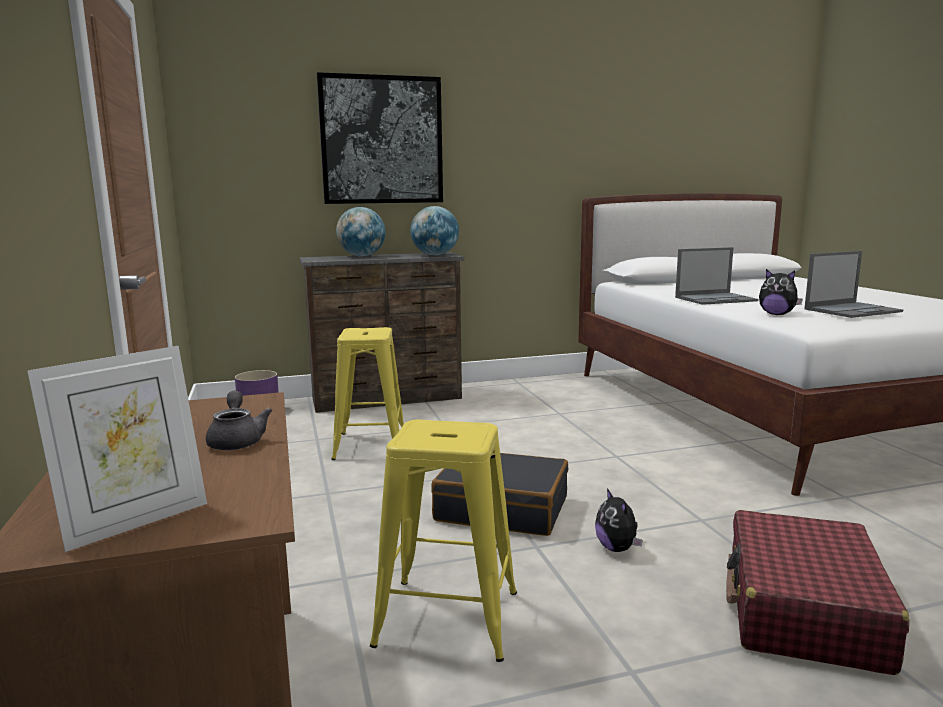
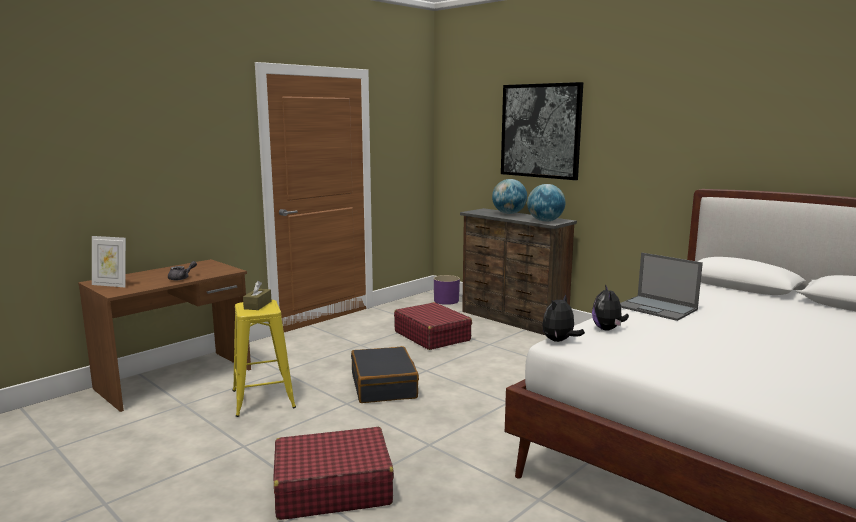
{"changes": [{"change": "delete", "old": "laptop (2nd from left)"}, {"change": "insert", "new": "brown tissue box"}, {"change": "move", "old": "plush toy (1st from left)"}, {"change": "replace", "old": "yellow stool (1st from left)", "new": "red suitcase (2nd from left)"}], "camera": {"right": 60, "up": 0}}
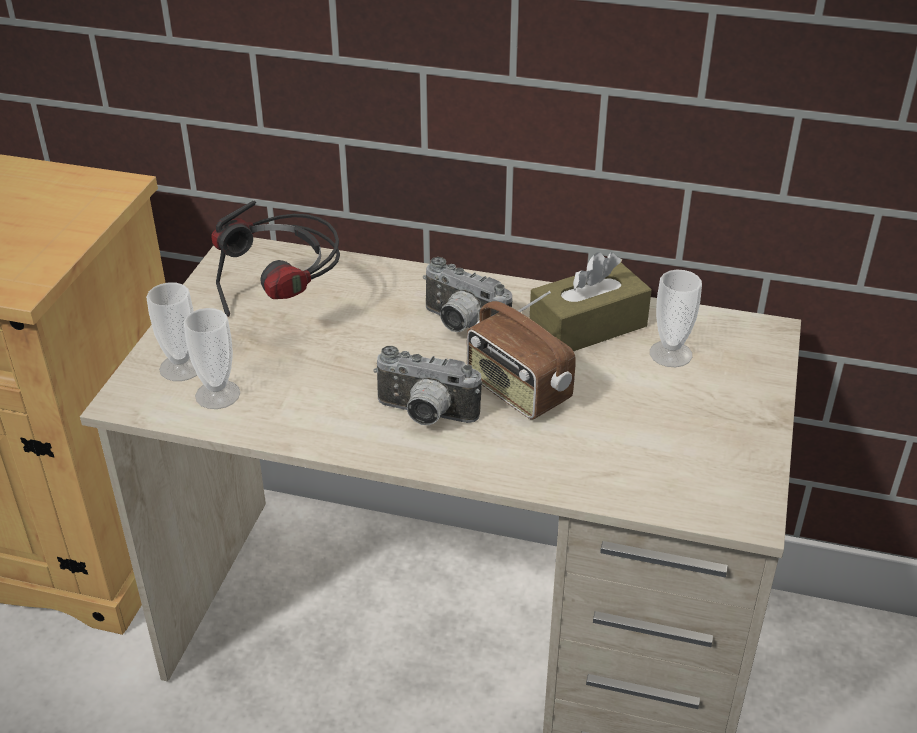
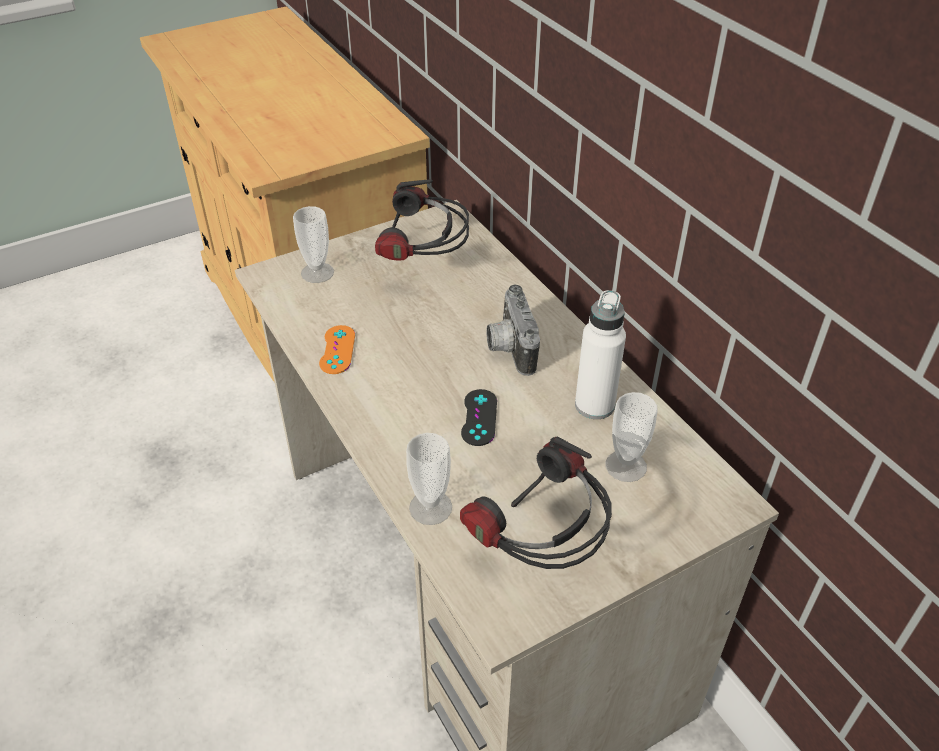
{"changes": [{"change": "delete", "old": "photo camera (1st from left)"}, {"change": "insert", "new": "orange game controller"}, {"change": "insert", "new": "headphones (2nd from left)"}, {"change": "move", "old": "cup (2nd from left)"}, {"change": "replace", "old": "radio", "new": "black game controller"}, {"change": "replace", "old": "brown tissue box", "new": "white bottle"}], "camera": {"right": 45, "up": 5}}
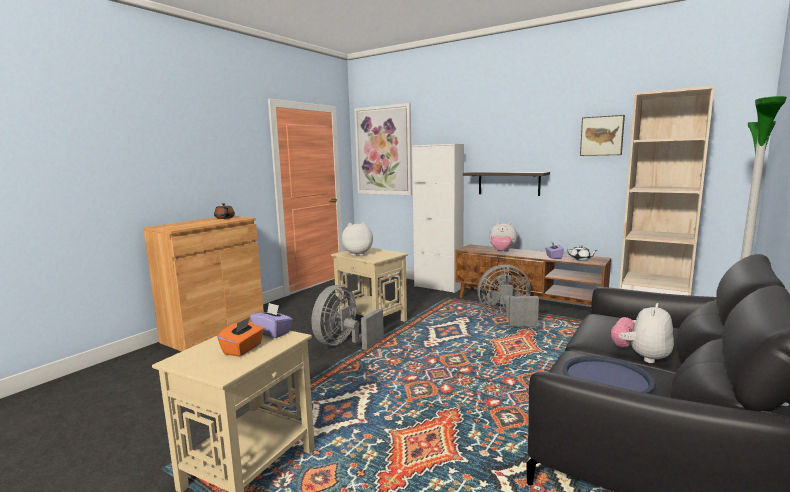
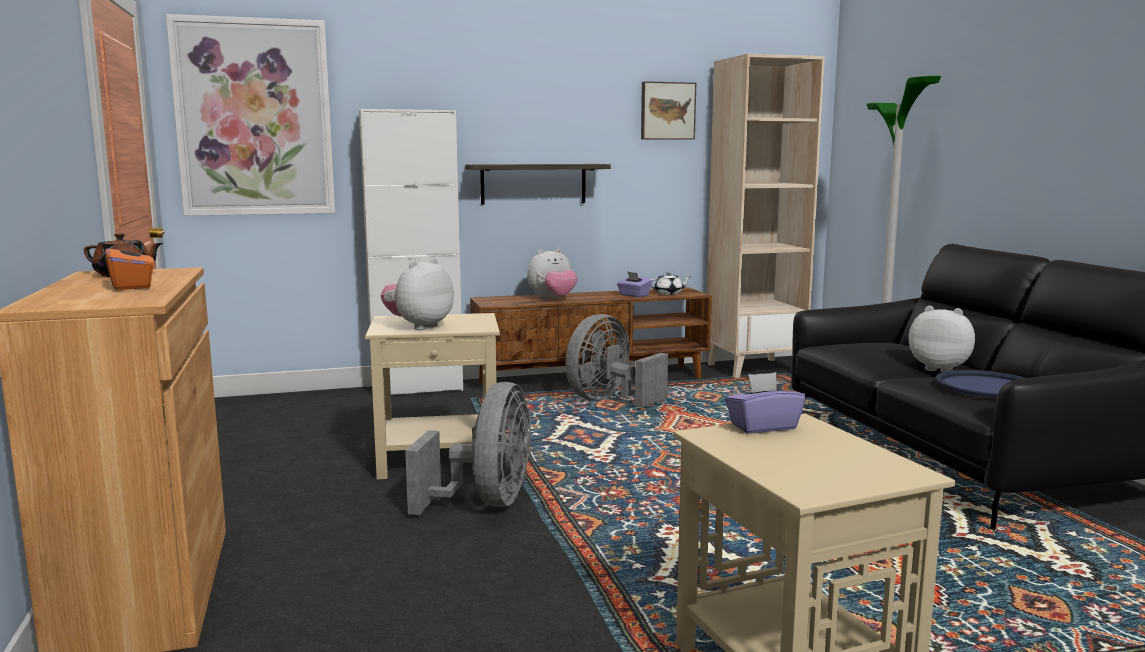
{"changes": [{"change": "move", "old": "orange tissue box"}, {"change": "rotate", "old": "grey fan (1st from left)", "degrees": -150}, {"change": "rotate", "old": "plush toy (3rd from left)", "degrees": 135}], "camera": {"right": -50, "up": 0}}
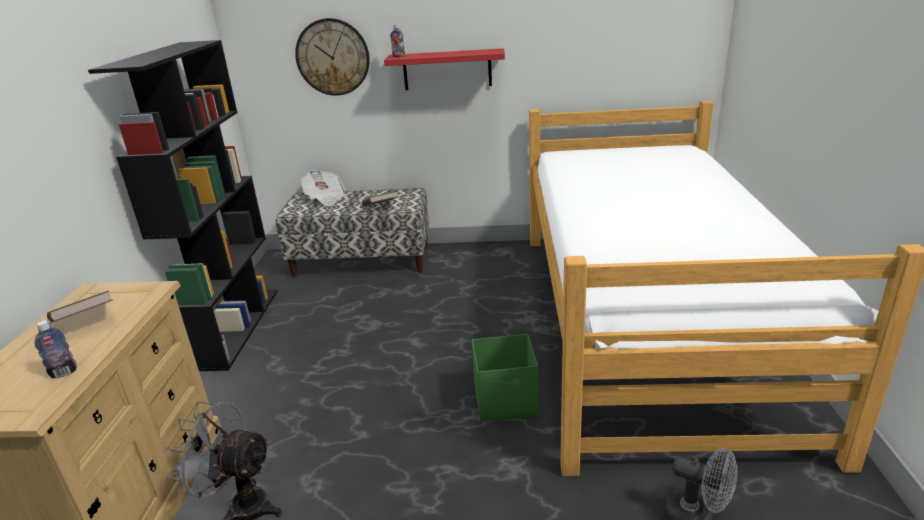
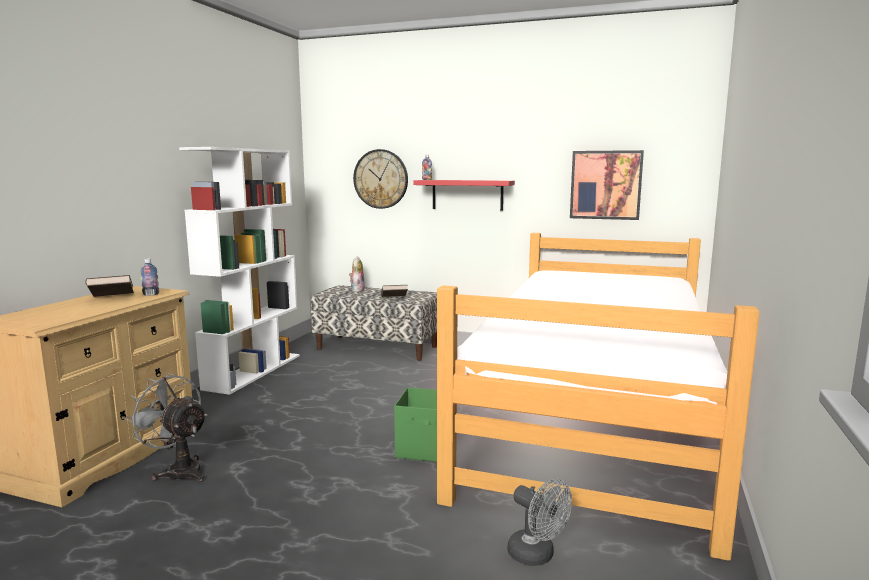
{"changes": [{"change": "insert", "new": "picture"}, {"change": "move", "old": "bottle (1st from left)"}, {"change": "replace", "old": "newspaper", "new": "plush toy"}, {"change": "recolor", "old": "black bookcase", "new": "white bookcase"}], "camera": {"right": 15, "up": -15}}
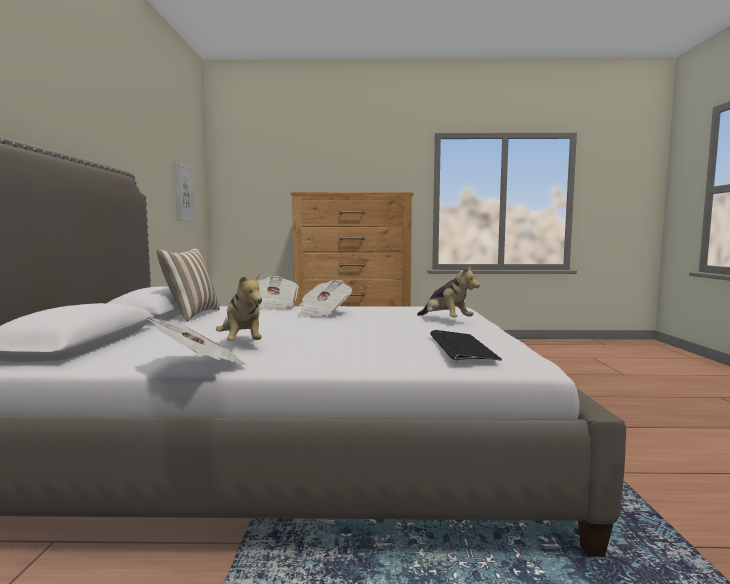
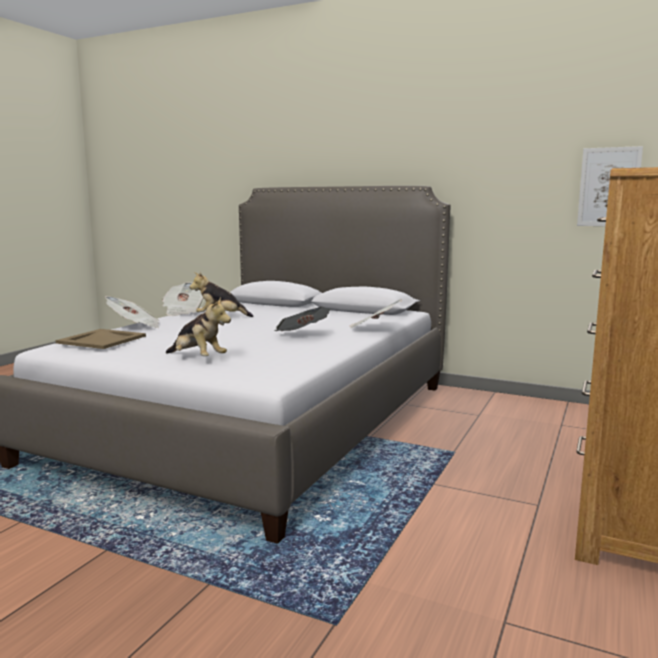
{"changes": [{"change": "delete", "old": "pillow"}, {"change": "insert", "new": "newspaper (1st from left)"}, {"change": "replace", "old": "keyboard", "new": "beige tray"}, {"change": "rotate", "old": "plush toy (2nd from left in the first image)", "degrees": -135}], "camera": {"right": 115, "up": 5}}
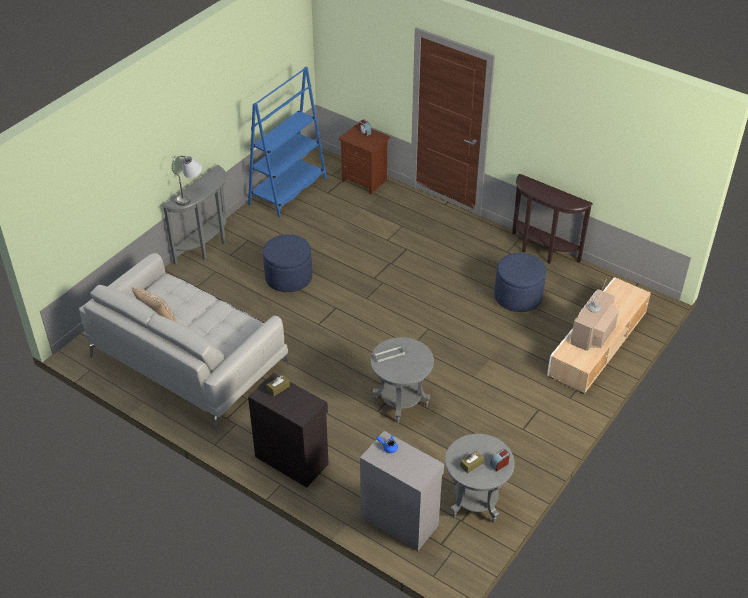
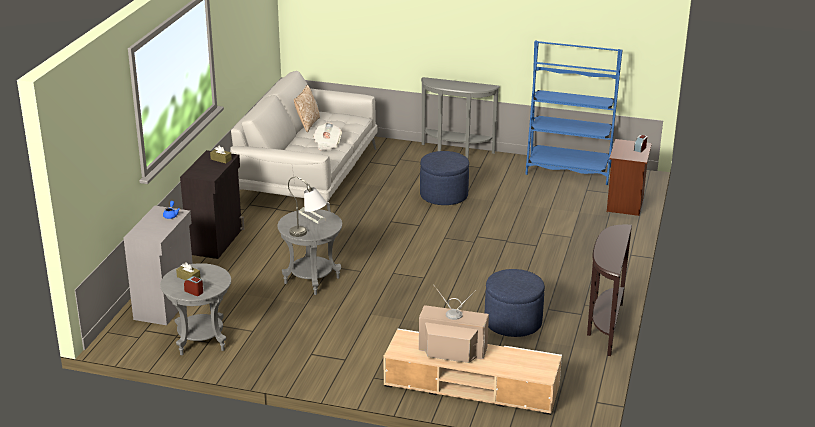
{"changes": [{"change": "insert", "new": "newspaper"}, {"change": "move", "old": "grey table lamp"}], "camera": {"right": 70, "up": -15}}
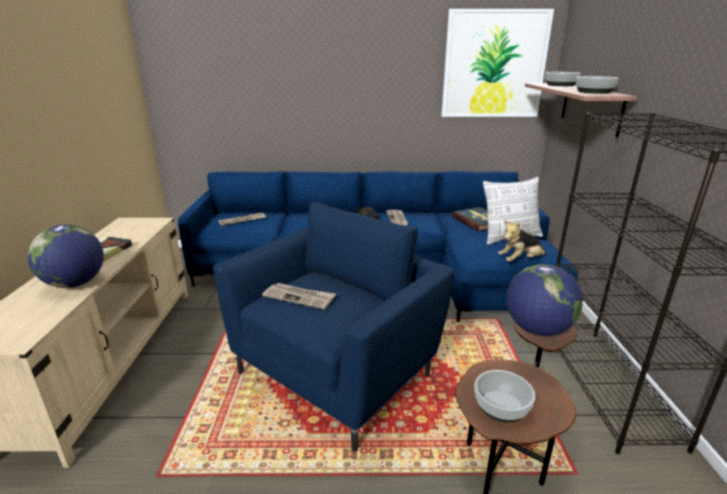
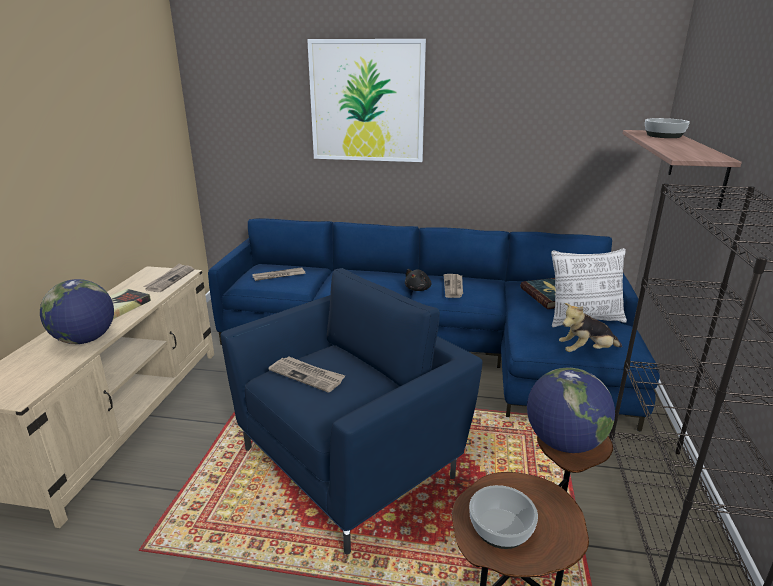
{"changes": [{"change": "delete", "old": "bowl (3rd from left)"}, {"change": "insert", "new": "newspaper (1st from left)"}, {"change": "move", "old": "picture"}], "camera": {"right": 10, "up": 0}}
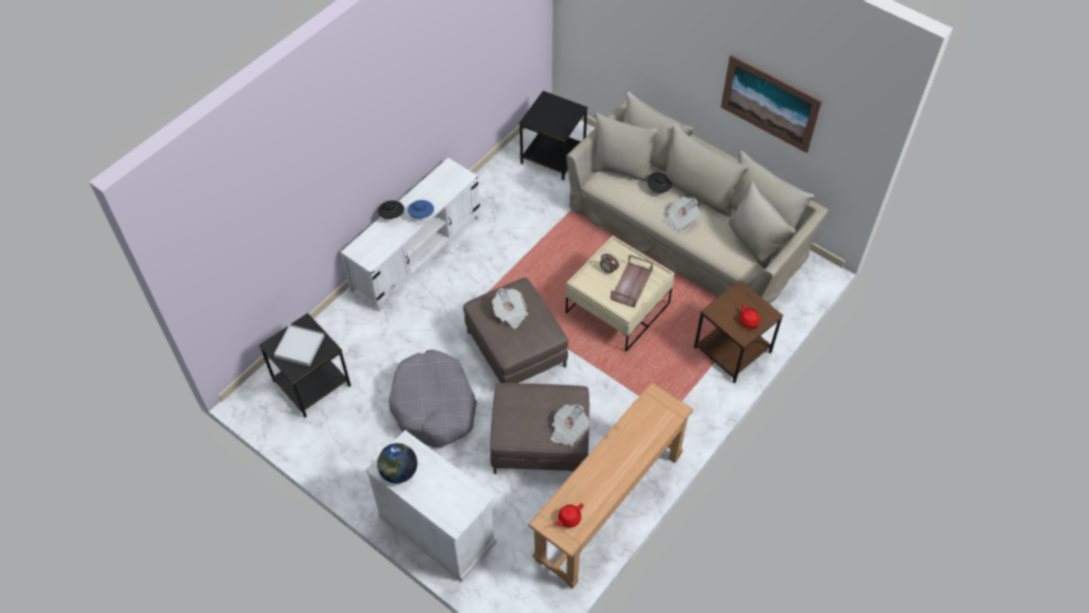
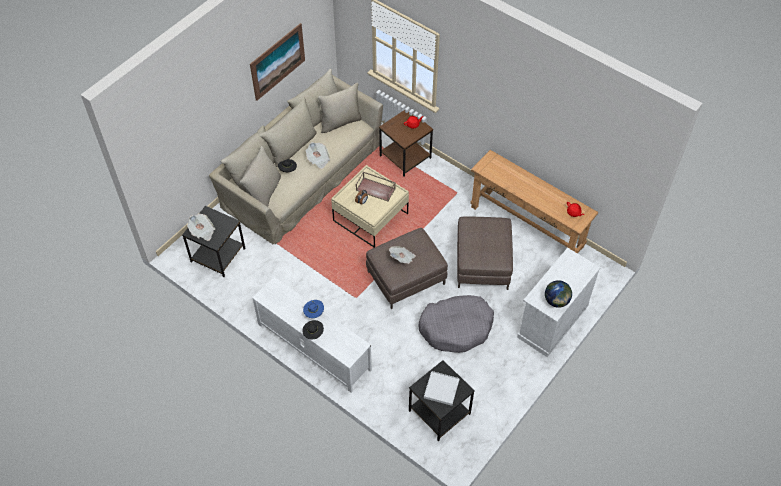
{"changes": [{"change": "move", "old": "newspaper (2nd from left in the first image)", "new": "newspaper (1st from left)"}], "camera": {"right": -90, "up": 0}}
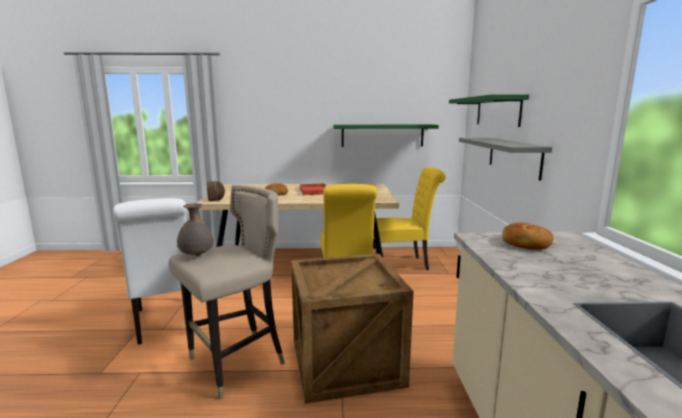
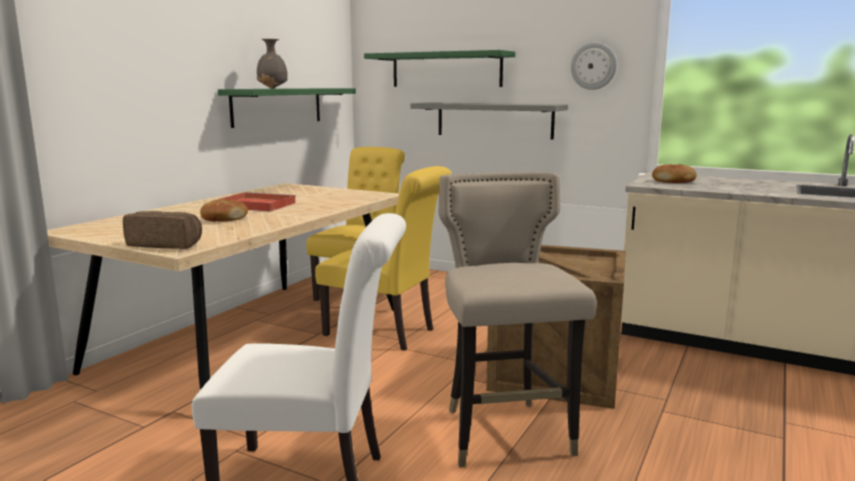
{"changes": [{"change": "insert", "new": "wall clock"}, {"change": "move", "old": "grey vase"}], "camera": {"right": -60, "up": 0}}
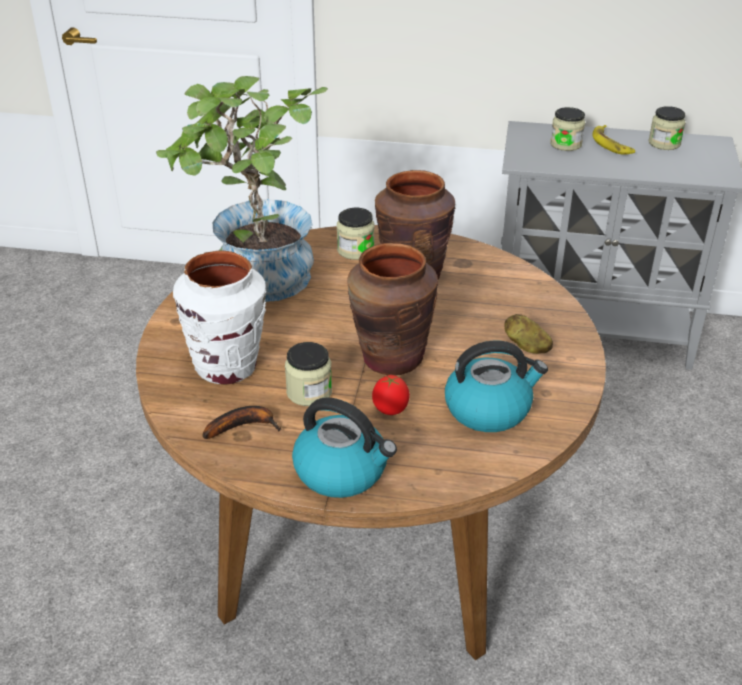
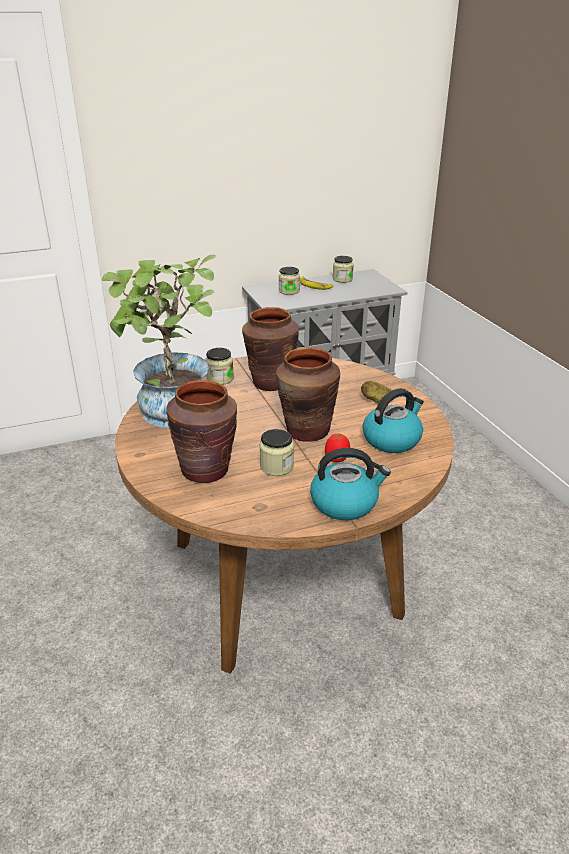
{"changes": [{"change": "delete", "old": "banana (1st from left)"}, {"change": "recolor", "old": "white vase", "new": "brown vase (1st from left)"}], "camera": {"right": -30, "up": -5}}
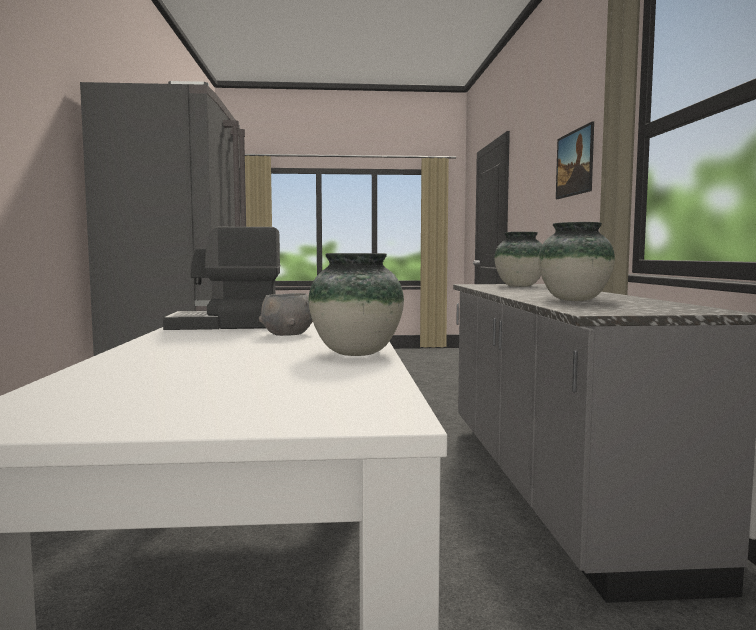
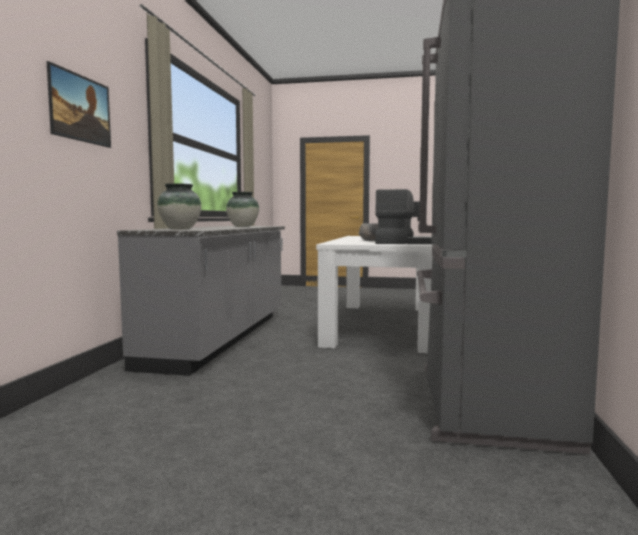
{"changes": [{"change": "delete", "old": "vase (1st from left)"}], "camera": {"right": -165, "up": 0}}
